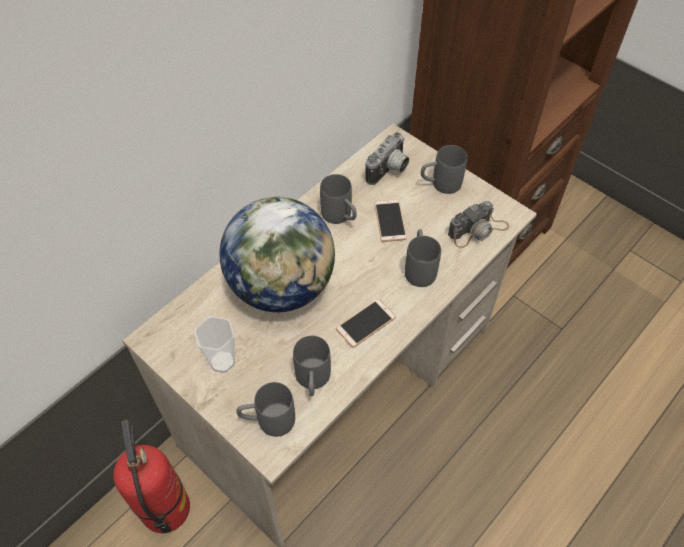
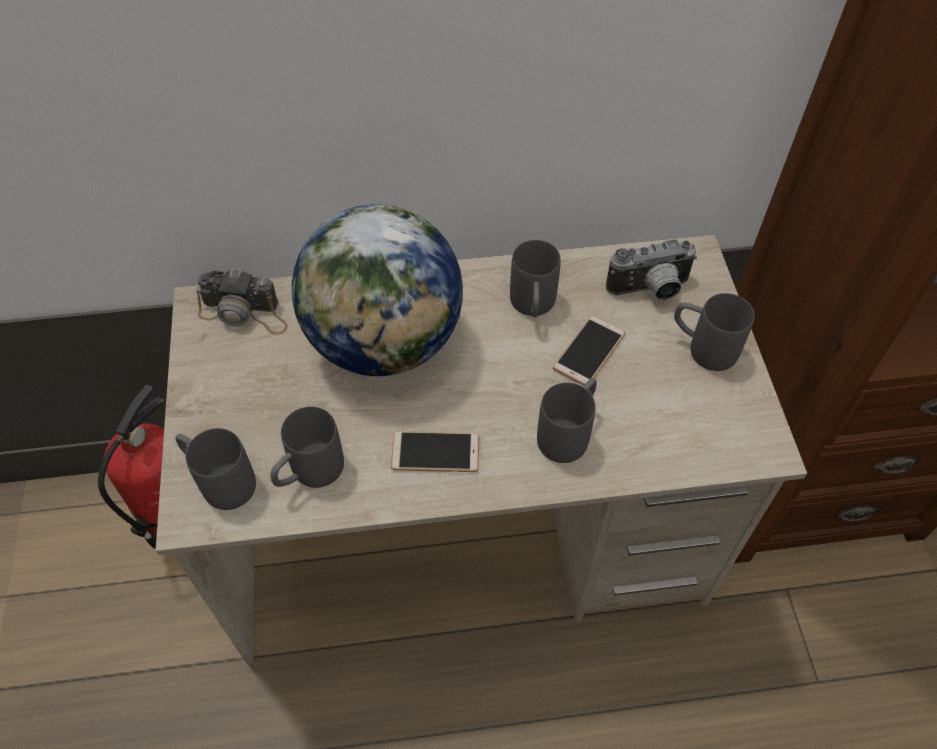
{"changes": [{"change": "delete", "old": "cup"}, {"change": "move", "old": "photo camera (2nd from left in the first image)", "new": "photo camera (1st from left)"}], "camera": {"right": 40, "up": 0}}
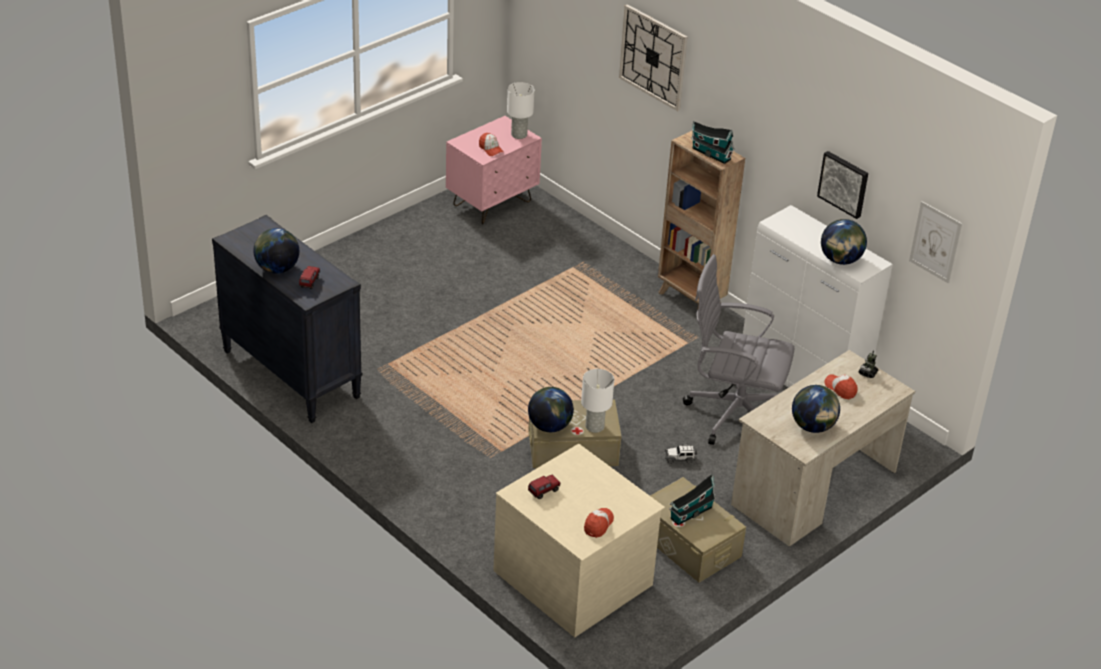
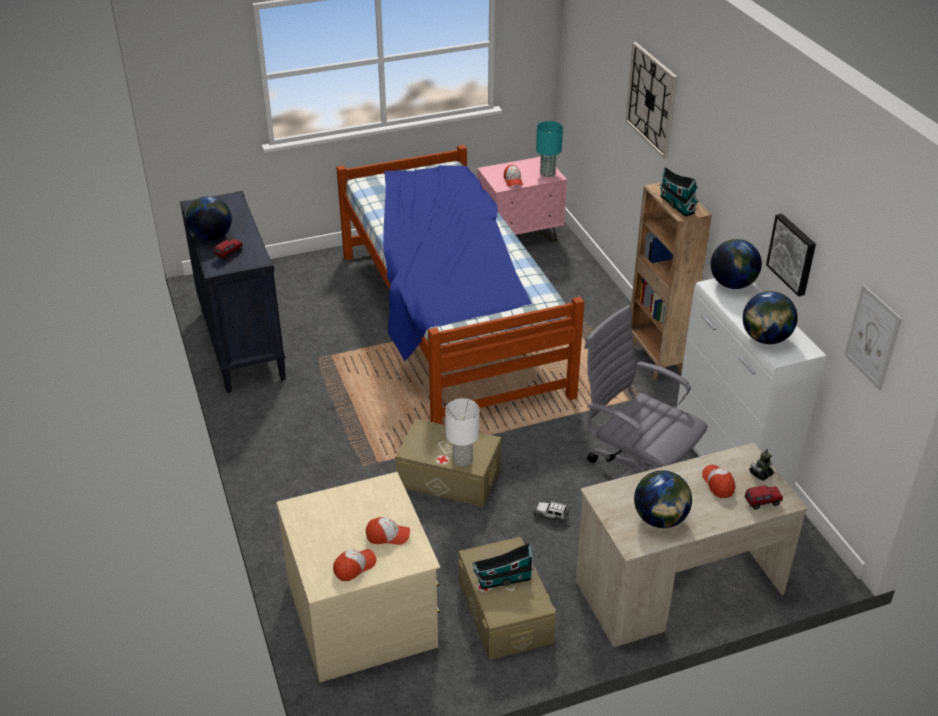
{"changes": [{"change": "insert", "new": "bed"}, {"change": "insert", "new": "cap (2nd from left)"}, {"change": "move", "old": "globe (2nd from left in the first image)", "new": "globe (3rd from left)"}, {"change": "move", "old": "toy truck (2nd from left)"}, {"change": "recolor", "old": "white table lamp (1st from left)", "new": "turquoise table lamp"}], "camera": {"right": 25, "up": 0}}
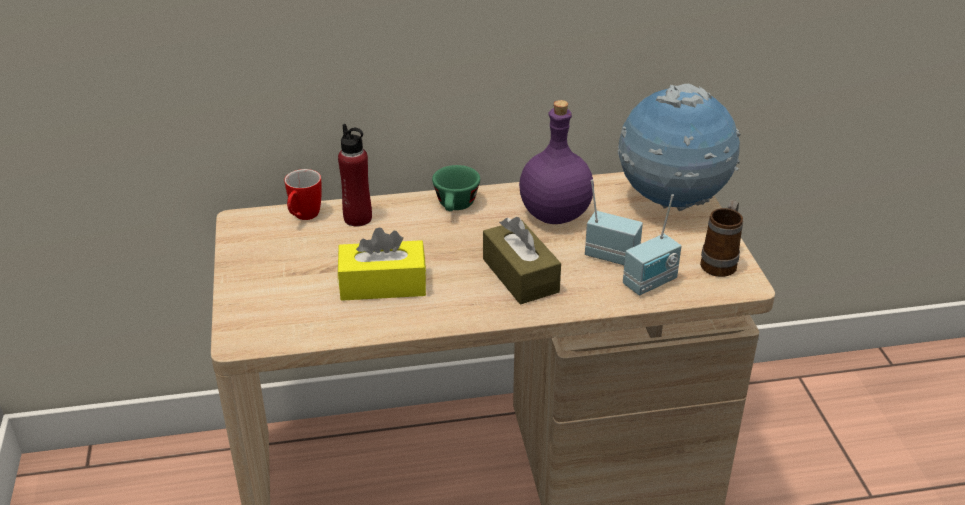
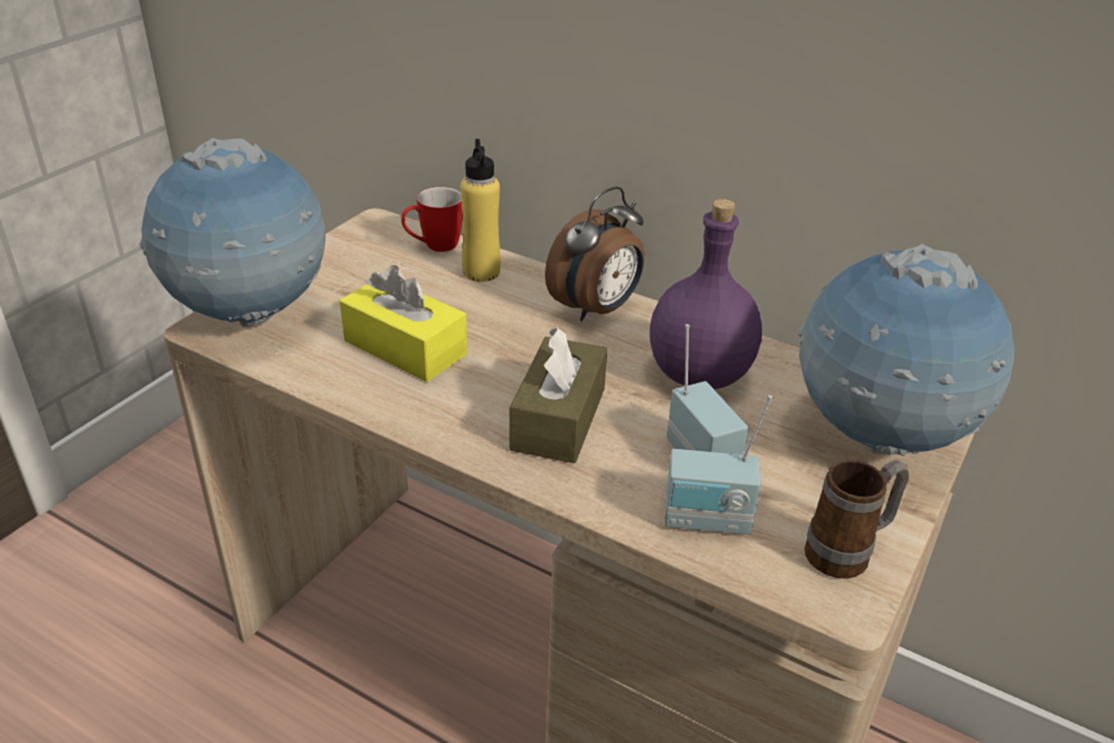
{"changes": [{"change": "insert", "new": "globe (1st from left)"}, {"change": "replace", "old": "green cup", "new": "alarm clock"}, {"change": "recolor", "old": "red bottle", "new": "yellow bottle"}], "camera": {"right": 40, "up": 0}}
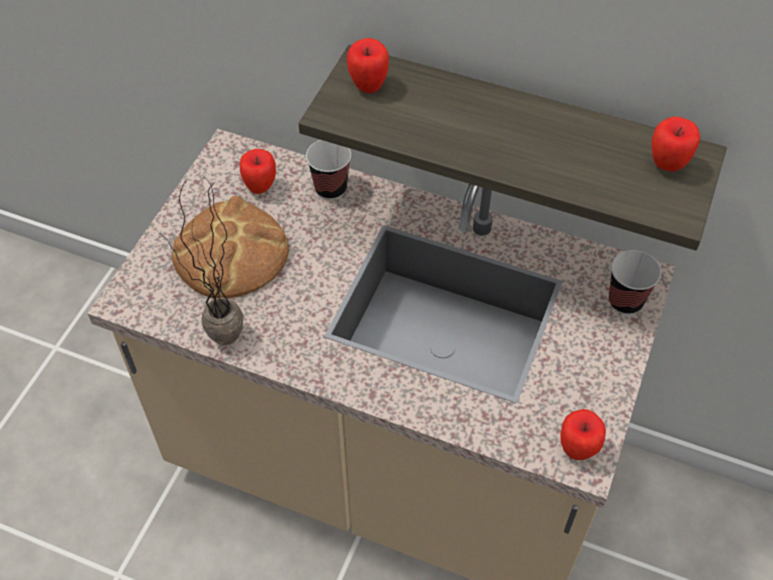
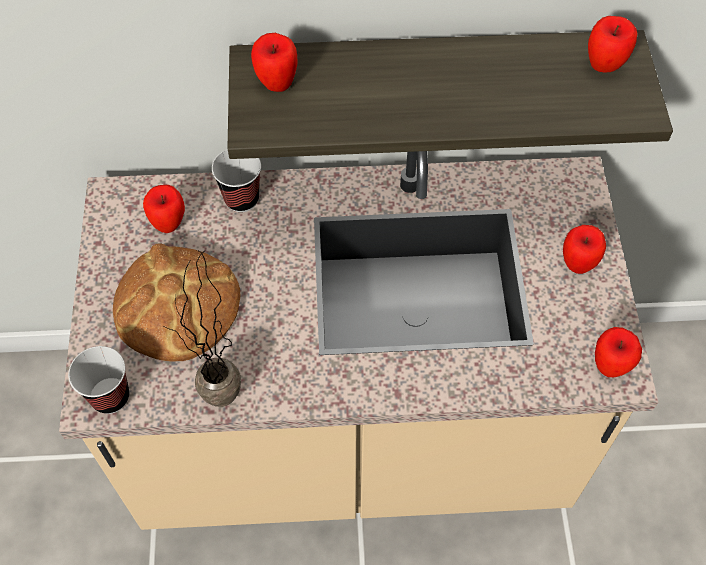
{"changes": [{"change": "insert", "new": "apple (3rd from left)"}, {"change": "move", "old": "cup (2nd from left in the first image)", "new": "cup (1st from left)"}], "camera": {"right": -25, "up": 5}}
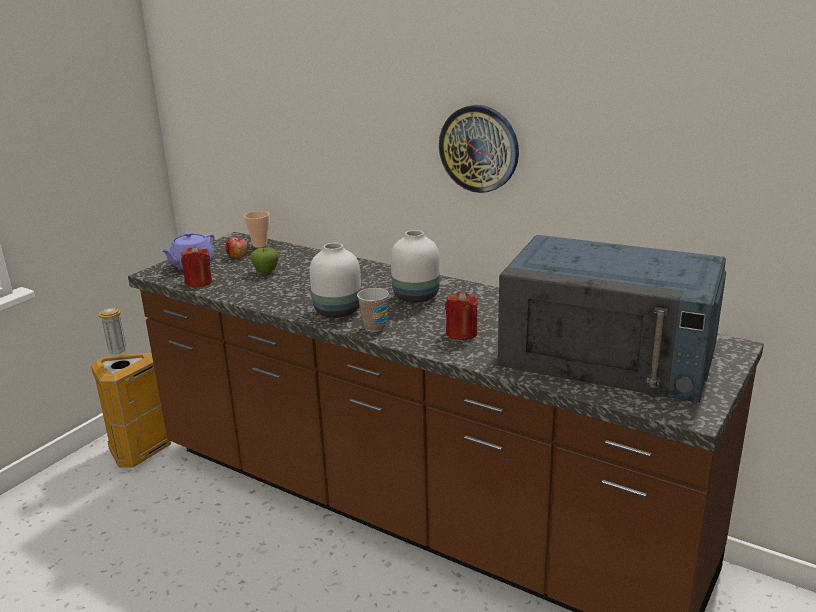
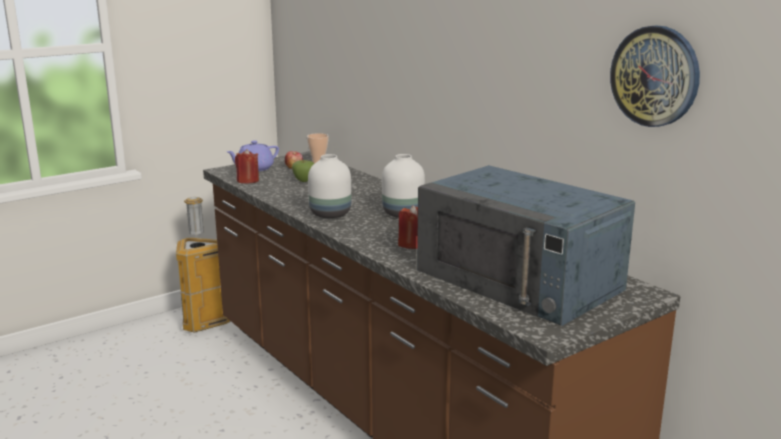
{"changes": [{"change": "delete", "old": "cup (2nd from left)"}, {"change": "move", "old": "wall clock"}], "camera": {"right": 20, "up": -5}}
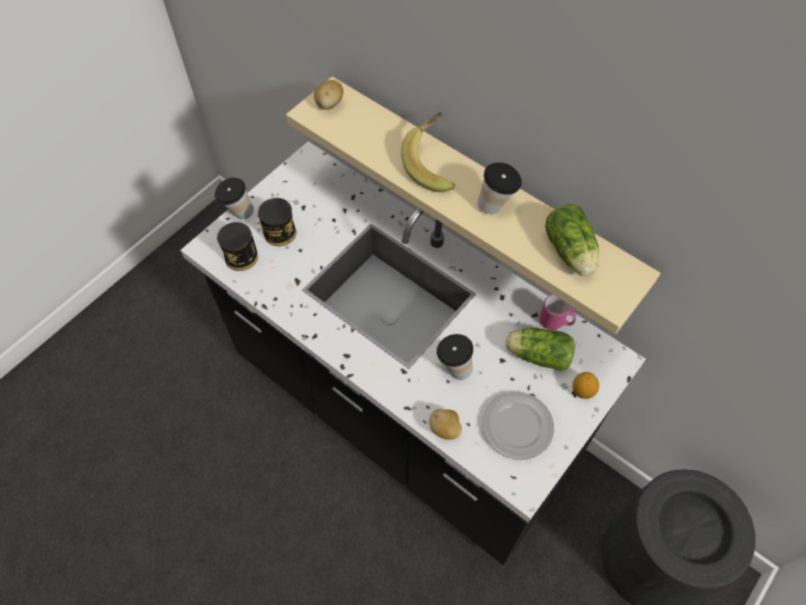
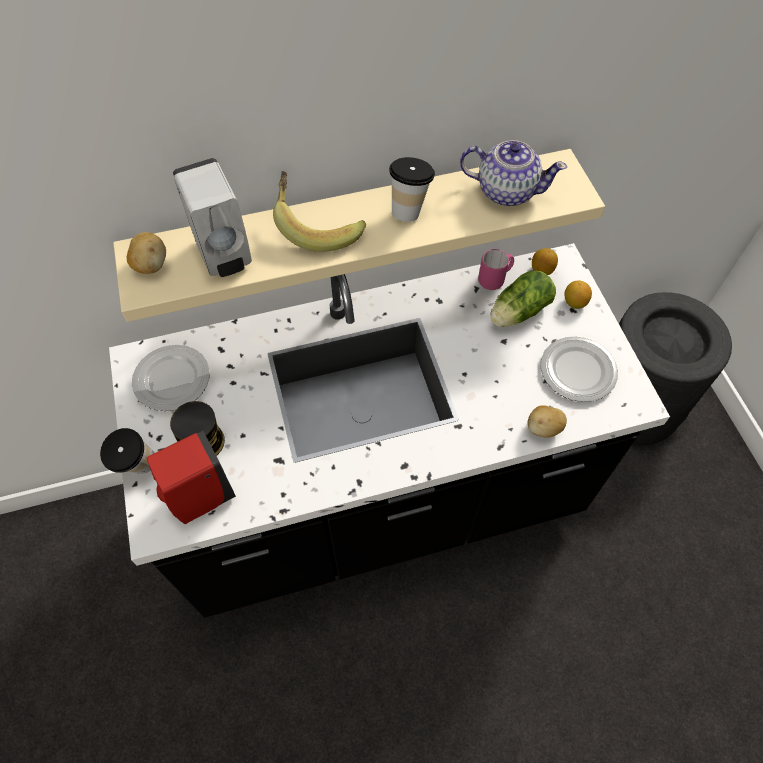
{"changes": [{"change": "delete", "old": "cup (2nd from left)"}, {"change": "insert", "new": "plate (1st from left)"}, {"change": "insert", "new": "white soap dispenser"}, {"change": "insert", "new": "lemon (1st from left)"}, {"change": "replace", "old": "can (1st from left)", "new": "red soap dispenser"}, {"change": "replace", "old": "lettuce (2nd from left)", "new": "teapot"}], "camera": {"right": -55, "up": 0}}
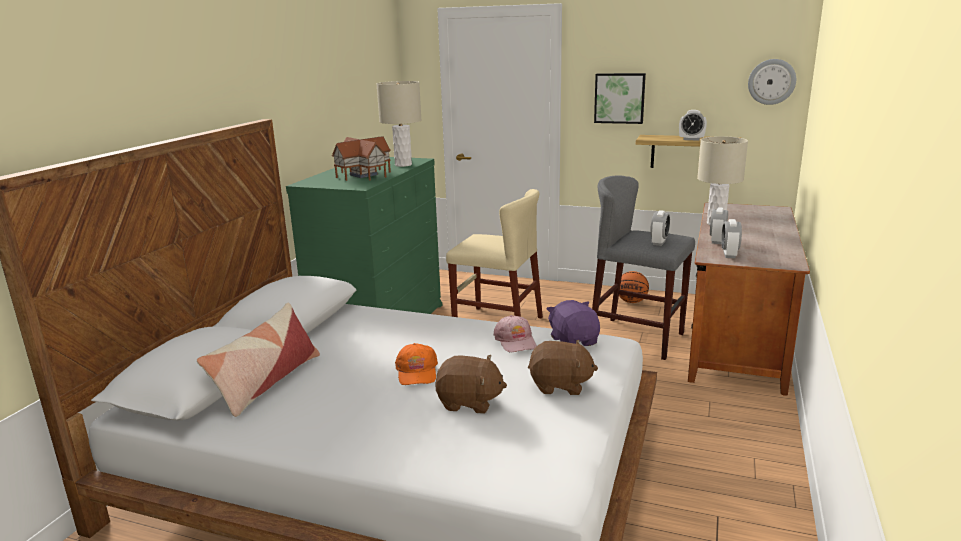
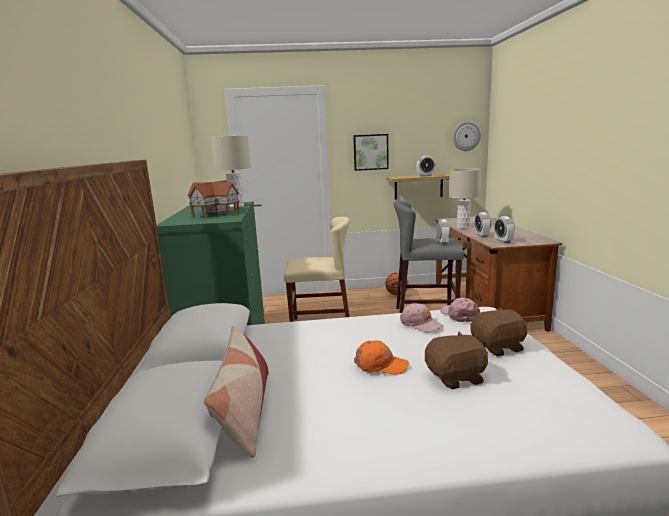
{"changes": [{"change": "replace", "old": "purple plush toy", "new": "pink cap (2nd from left)"}, {"change": "rotate", "old": "orange cap", "degrees": -45}], "camera": {"right": -25, "up": -5}}
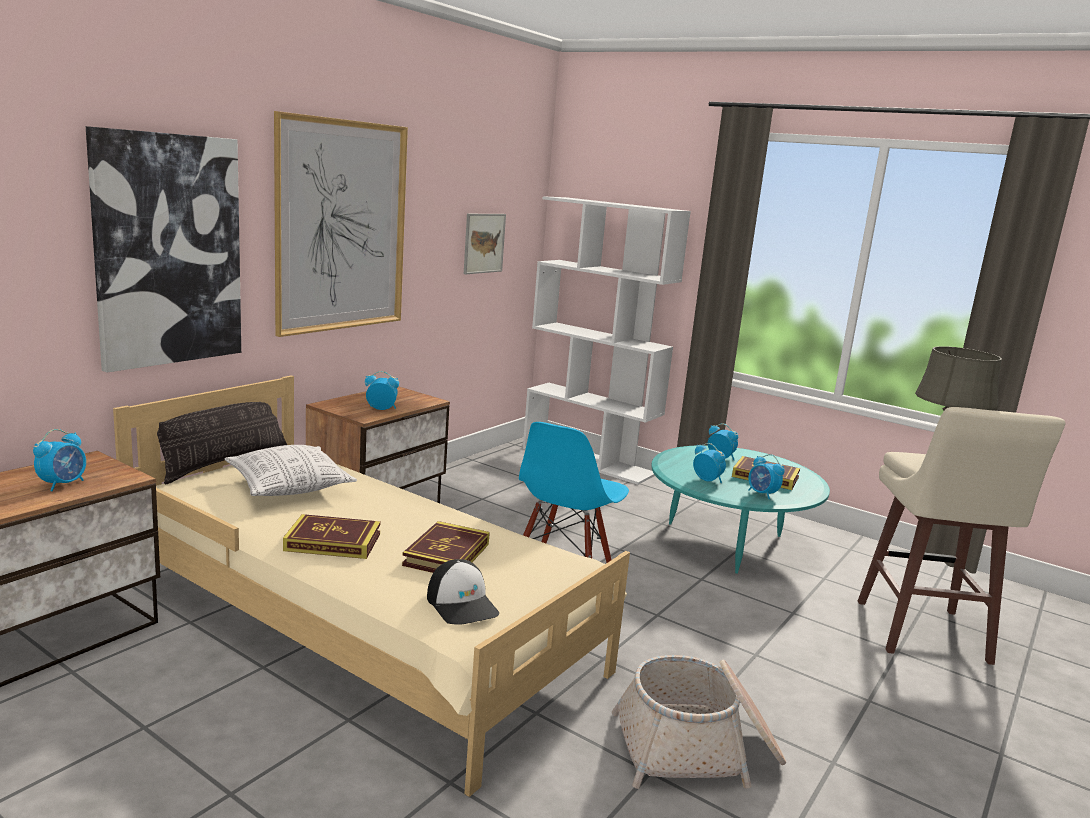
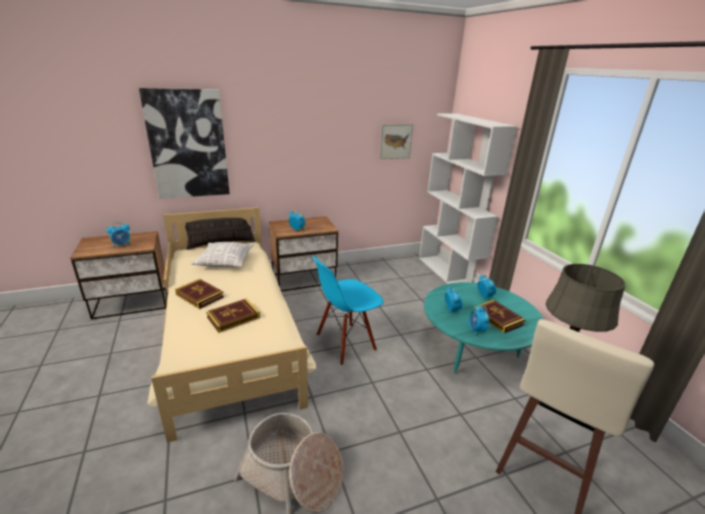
{"changes": [{"change": "delete", "old": "picture (2nd from left)"}, {"change": "delete", "old": "cap"}], "camera": {"right": 35, "up": 10}}
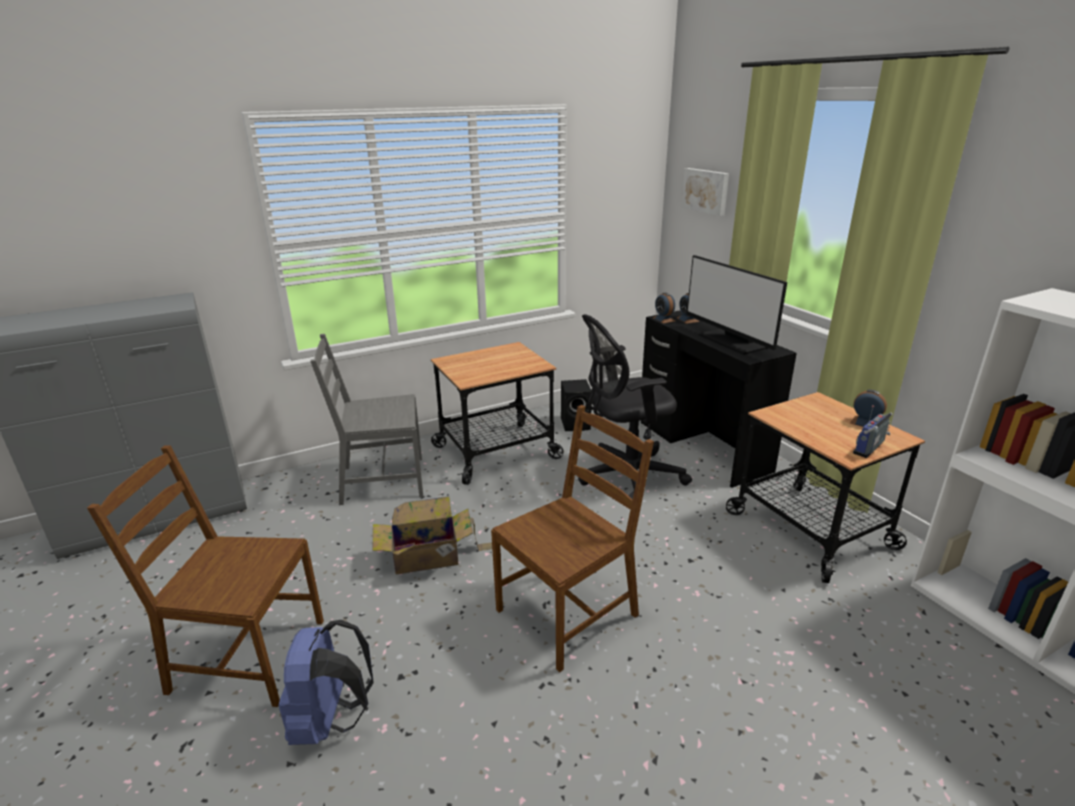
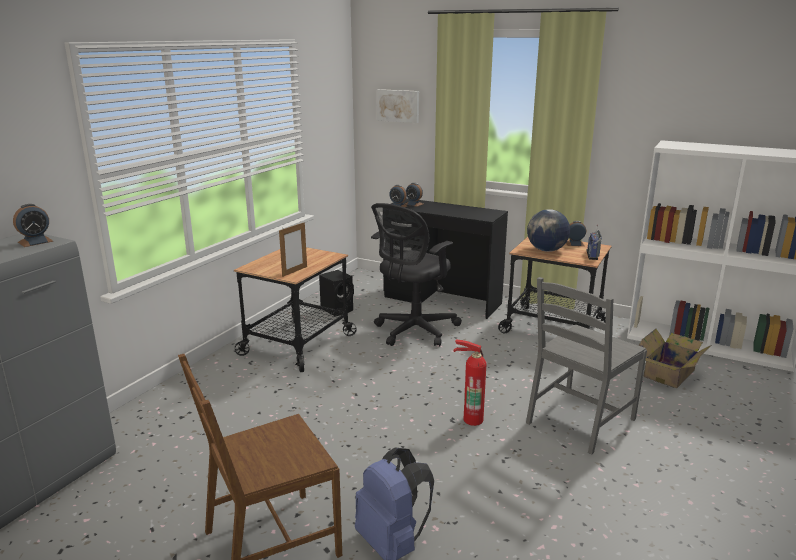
{"changes": [{"change": "delete", "old": "monitor"}, {"change": "insert", "new": "alarm clock (1st from left)"}, {"change": "insert", "new": "picture frame"}, {"change": "insert", "new": "globe"}, {"change": "move", "old": "grey chair"}, {"change": "move", "old": "cardboard box"}, {"change": "replace", "old": "brown chair (2nd from left)", "new": "fire extinguisher"}], "camera": {"right": -35, "up": -5}}
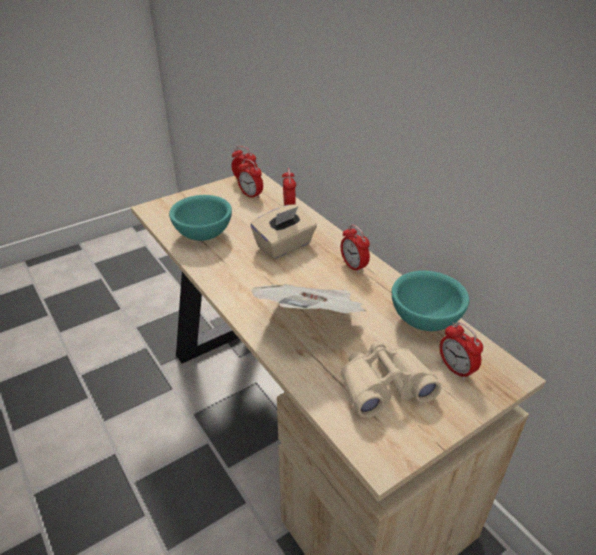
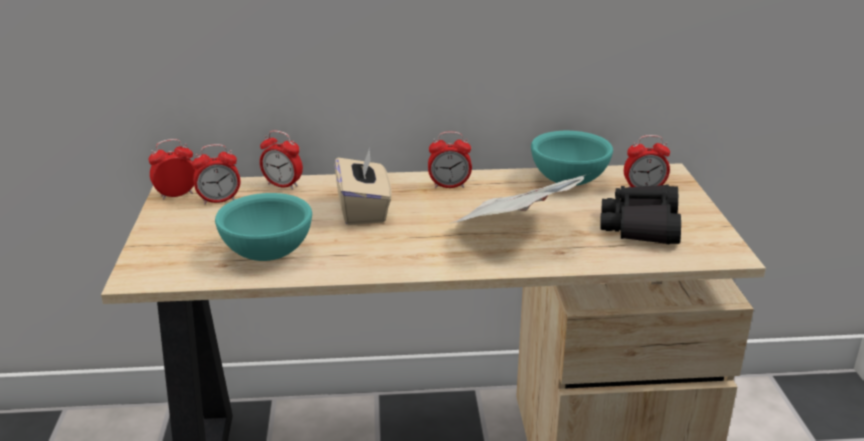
{"changes": [{"change": "recolor", "old": "beige binoculars", "new": "black binoculars"}], "camera": {"right": -60, "up": -10}}
